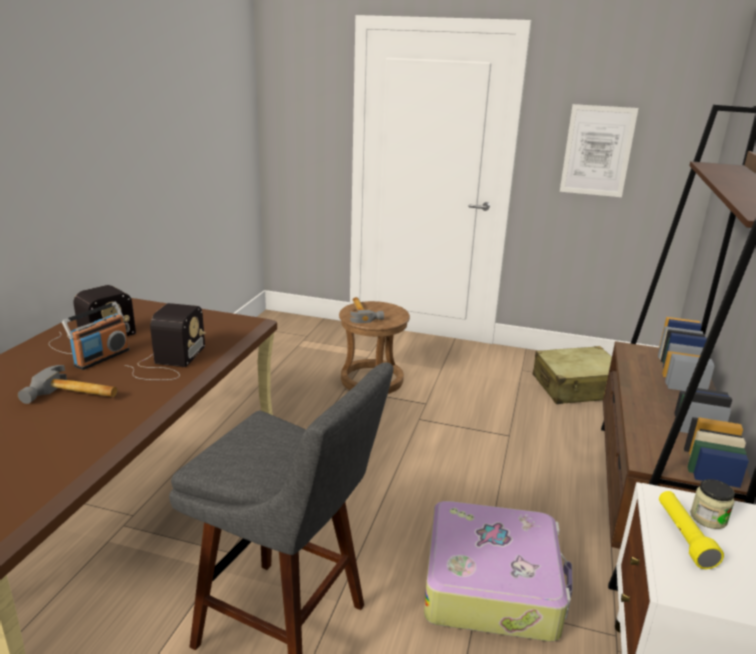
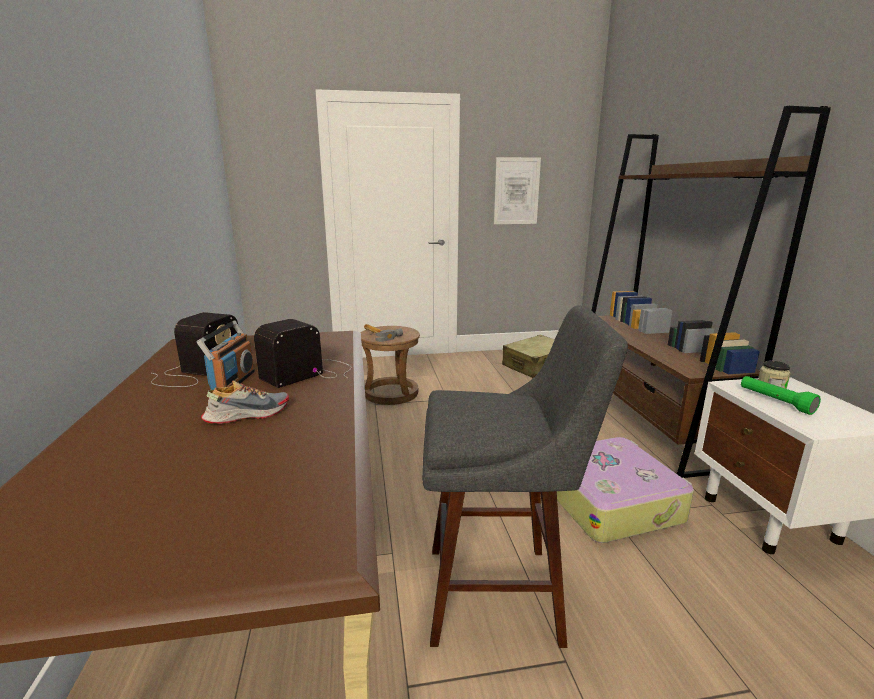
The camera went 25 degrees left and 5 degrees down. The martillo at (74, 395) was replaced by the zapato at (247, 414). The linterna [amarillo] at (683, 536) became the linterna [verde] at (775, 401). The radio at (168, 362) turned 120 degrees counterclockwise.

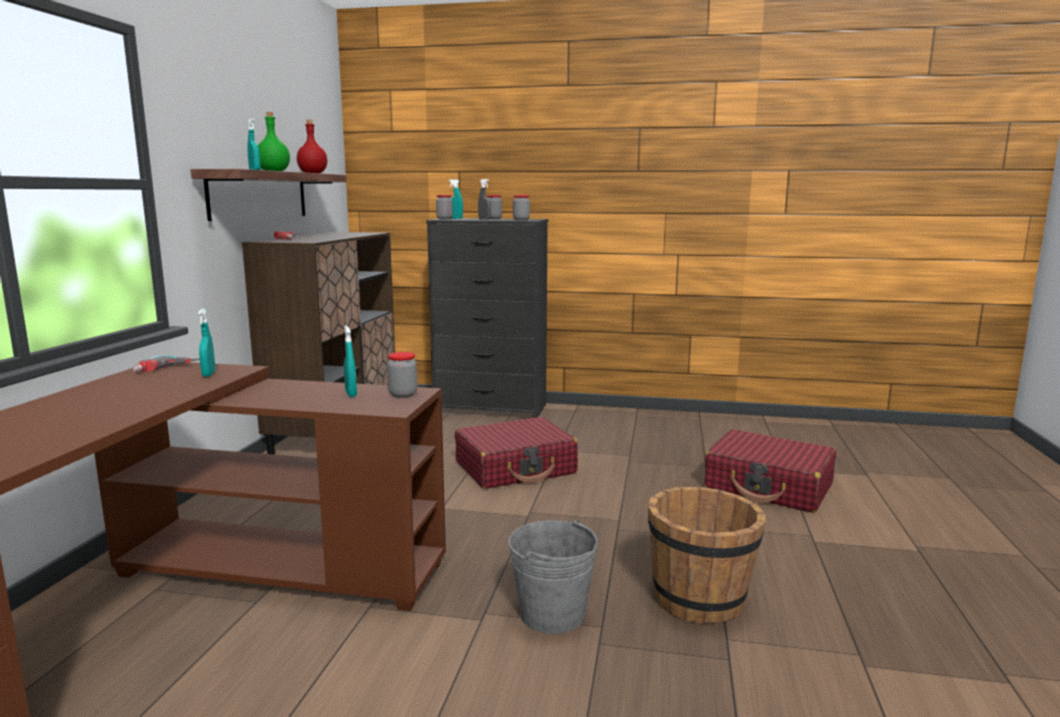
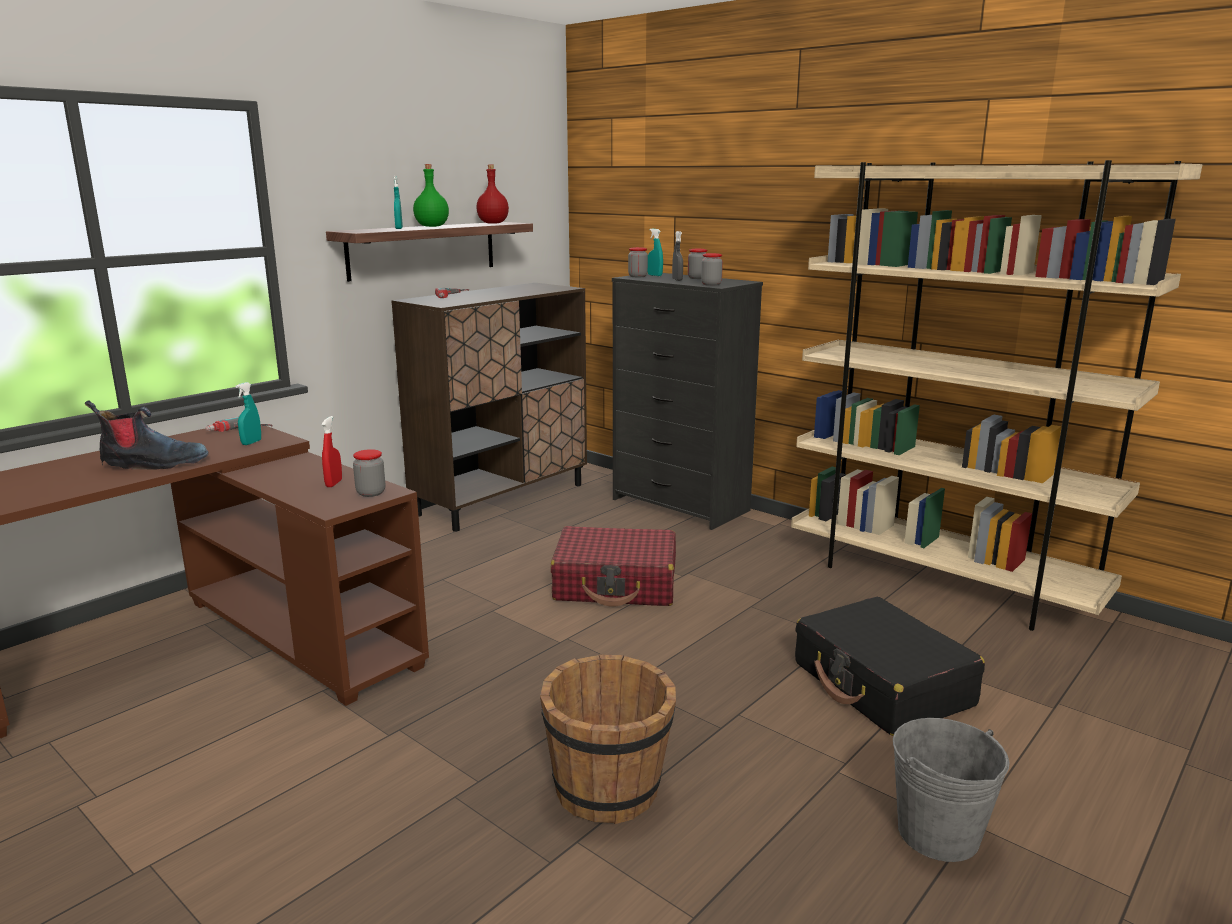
The camera went 30 degrees right and 5 degrees up. The bota at (153, 464) appeared. The estantería [beis] at (940, 582) appeared. The cubo [gris] moved from (552, 614) to (938, 833). The pulverizador [turquesa] at (351, 394) became the pulverizador [rojo] at (334, 483). The maleta [rojo] at (768, 486) became the maleta [negro] at (882, 685).

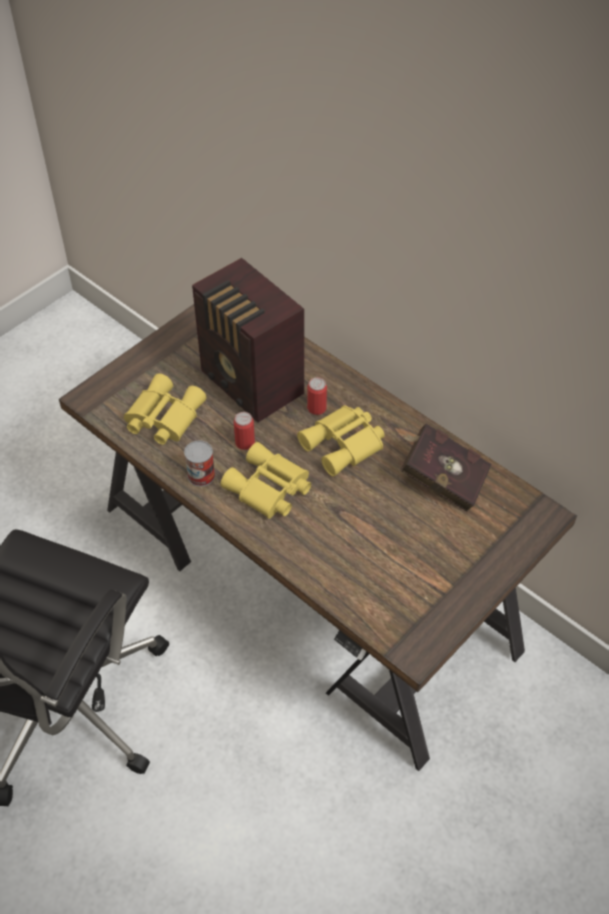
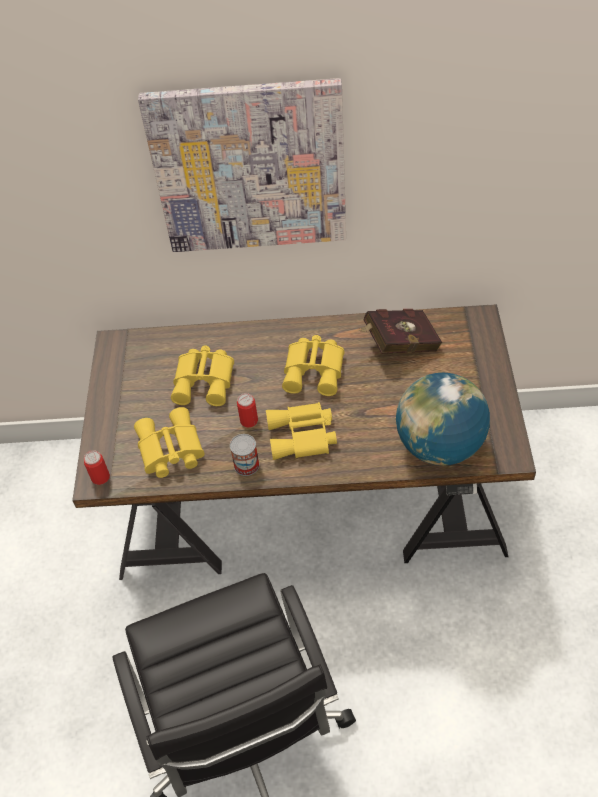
The camera went 40 degrees left and 0 degrees up. The cuadro at (250, 168) appeared. The globo terráqueo at (439, 446) appeared. The lata moved from (316, 408) to (100, 477). The radio at (252, 385) was replaced by the prismáticos [amarillo] at (205, 381).

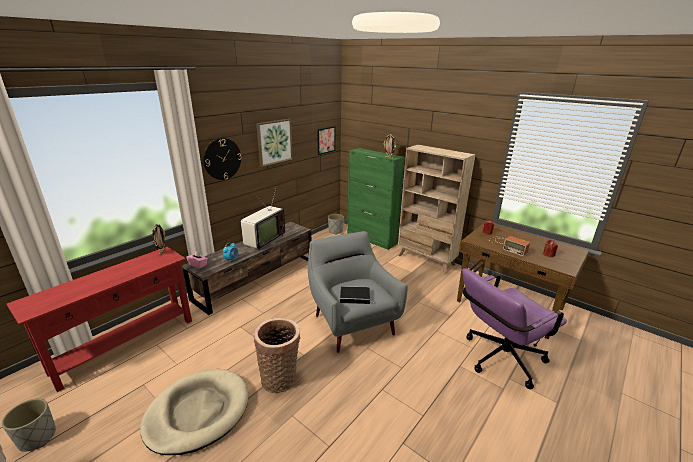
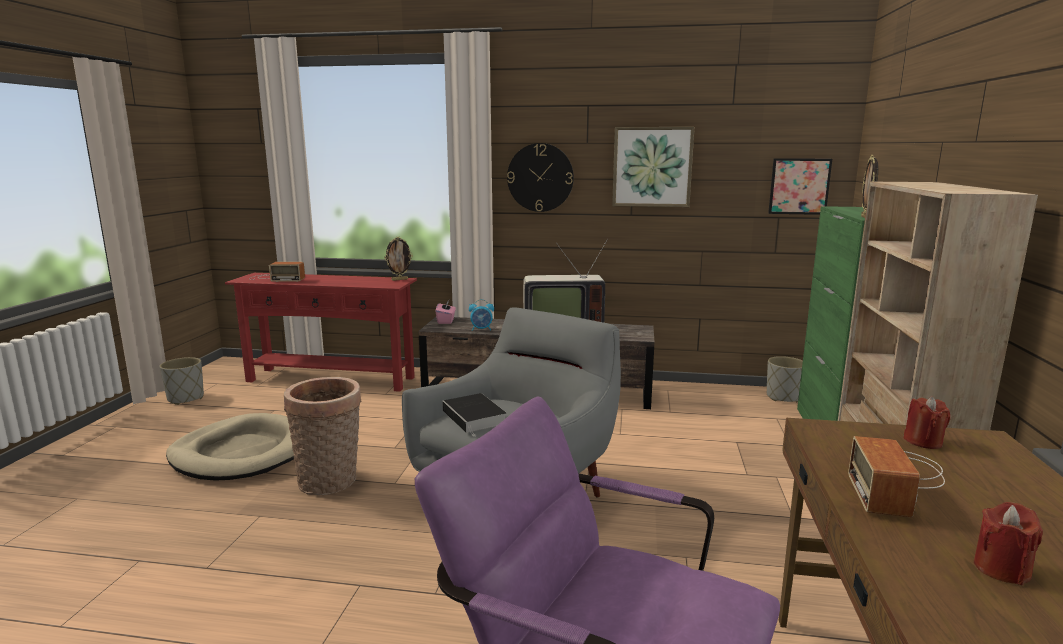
The camera went 60 degrees right and 10 degrees down. The radio at (276, 278) appeared.

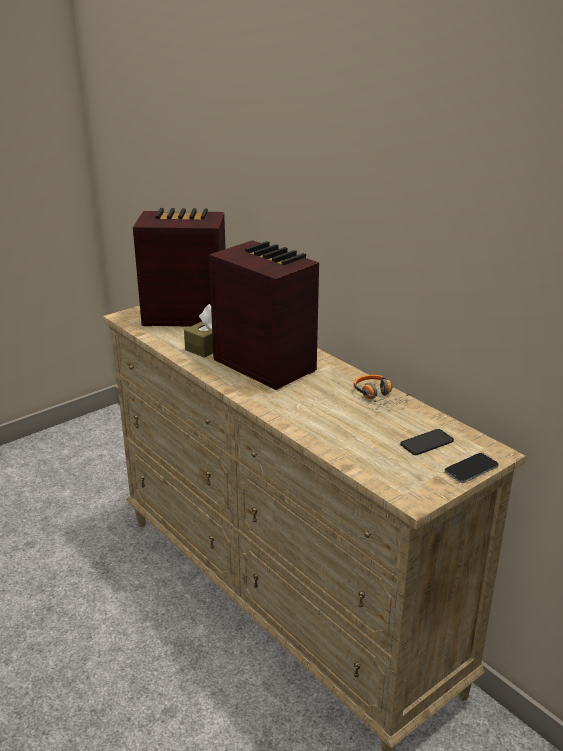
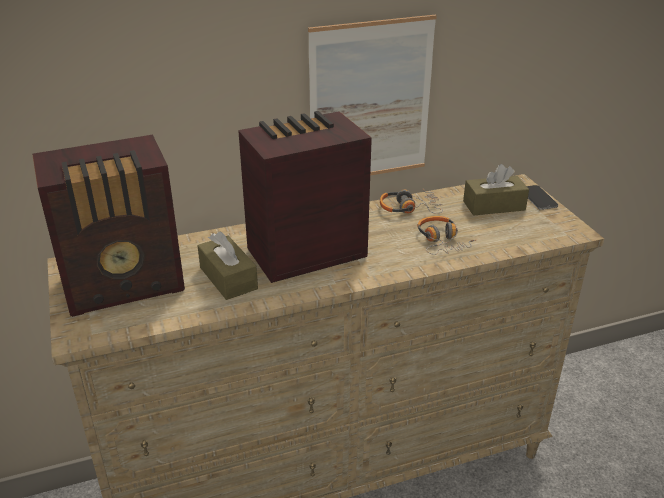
The camera went 70 degrees left and 5 degrees up. The cuadro at (370, 102) appeared. The auriculares at (442, 241) appeared. The móvil at (427, 442) was replaced by the caja de pañuelos [marrón] at (494, 205). The radio at (184, 316) turned 135 degrees counterclockwise.

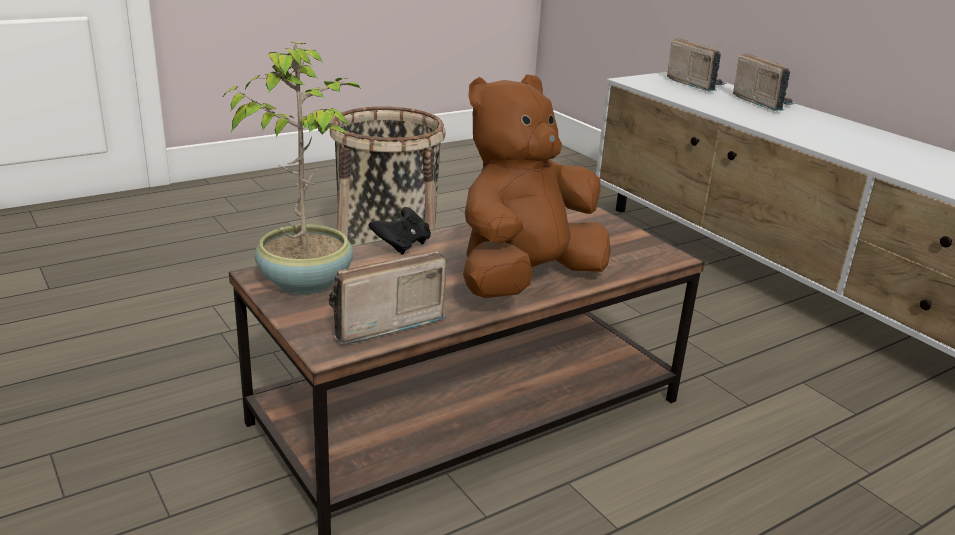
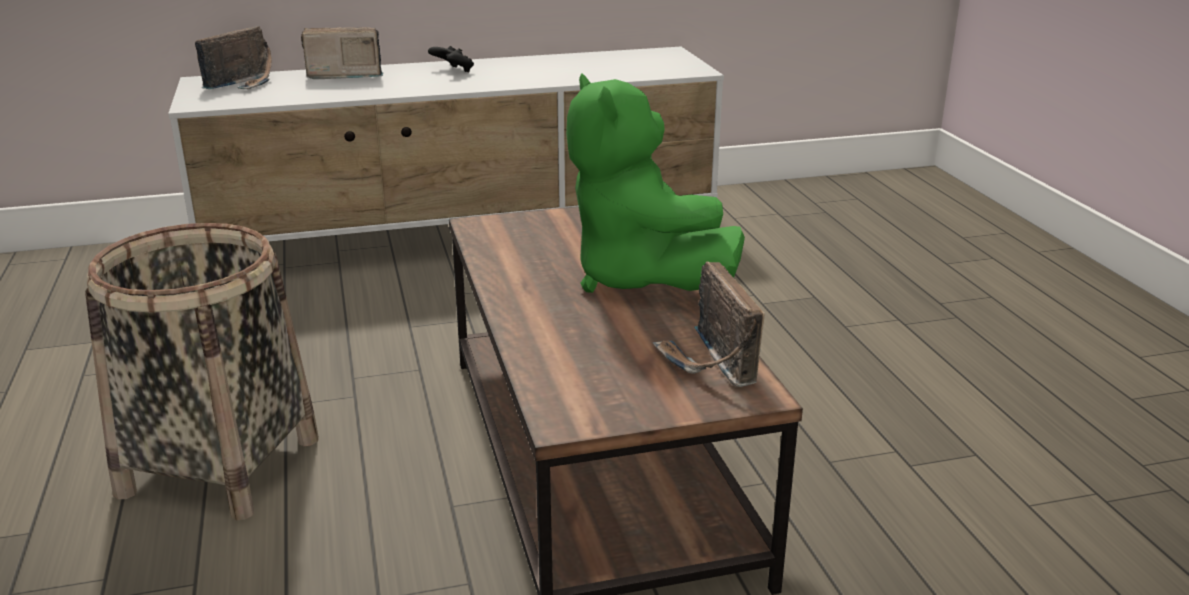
The camera went 70 degrees left and 0 degrees up. The planta en maceta at (306, 280) disappeared. The mando de consola [negro] moved from (402, 245) to (453, 71). The peluche [marrón] at (525, 281) became the peluche [verde] at (640, 279). The radio at (695, 84) turned 135 degrees clockwise.

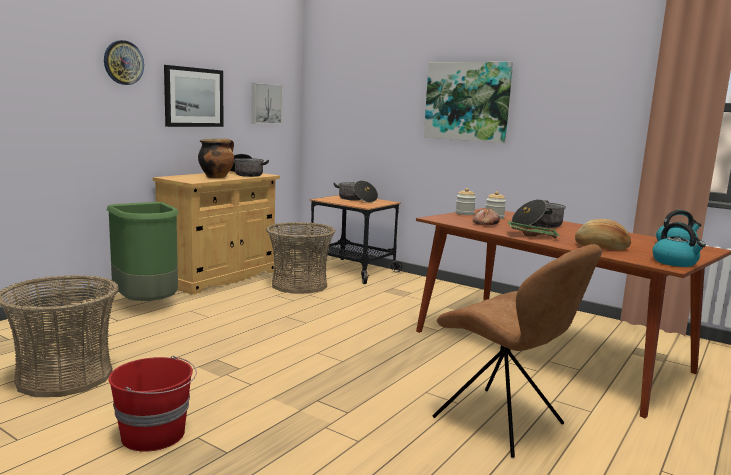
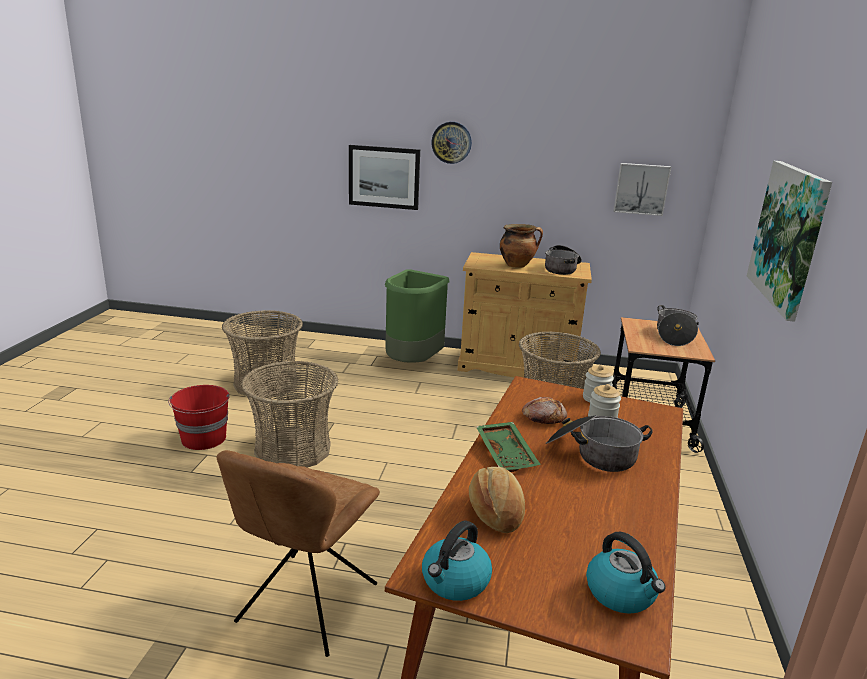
The camera went 65 degrees right and 10 degrees up. The cesta at (293, 449) appeared. The cuadro moved from (194, 97) to (384, 177).

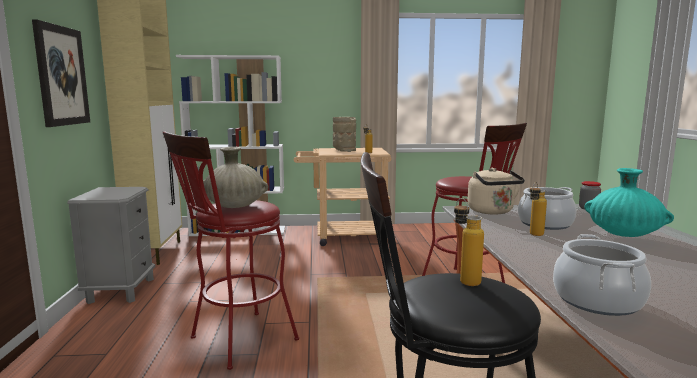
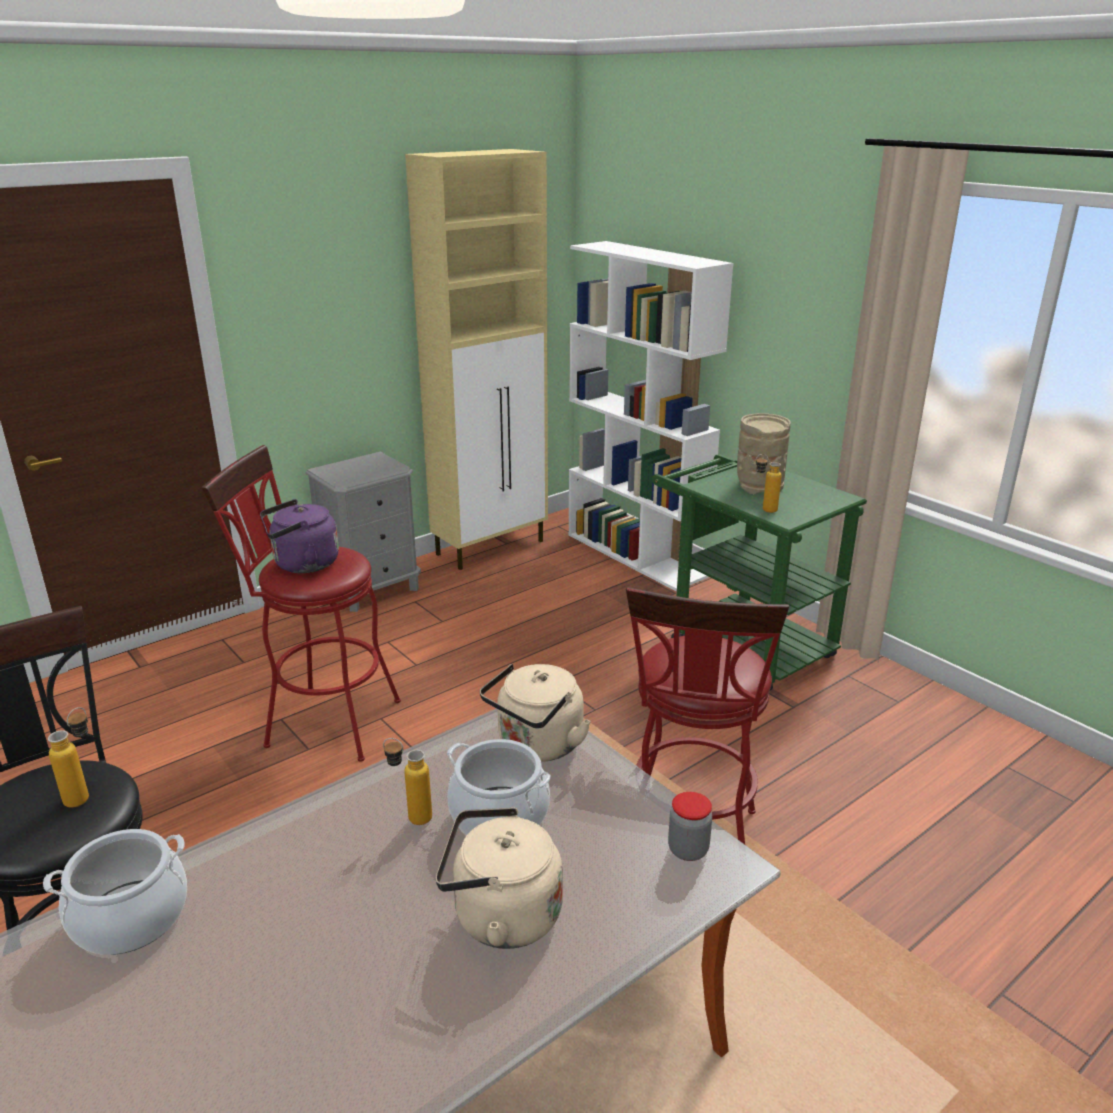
The camera went 55 degrees right and 15 degrees up. The cuadro at (61, 76) disappeared. The florero [beis] at (235, 206) was replaced by the hervidor [morado] at (302, 564). The florero [turquesa] at (623, 234) was replaced by the hervidor [beis] at (500, 916). The carrito [beis] at (343, 237) became the carrito [verde] at (740, 643).

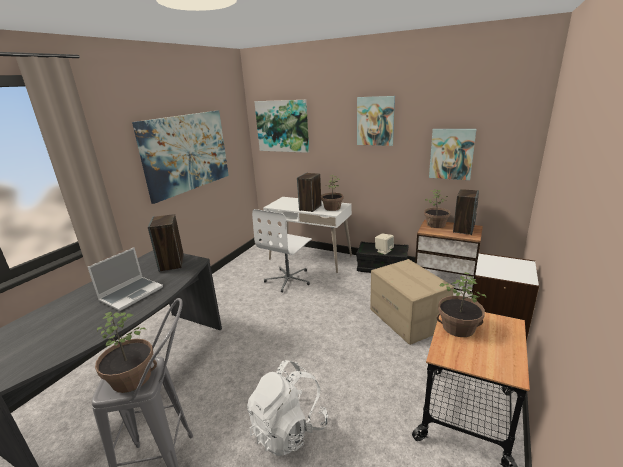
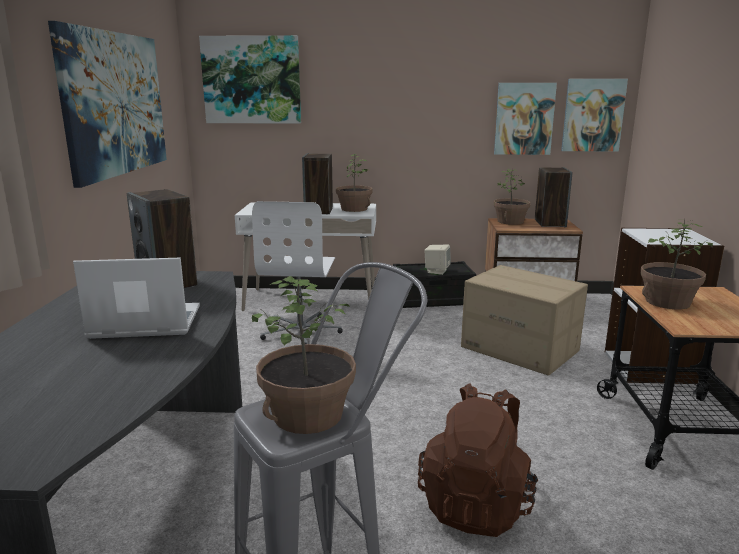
The camera went 25 degrees left and 5 degrees down. The cuadro moved from (375, 121) to (593, 115). The mochila [blanco] at (288, 429) became the mochila [marrón] at (477, 504). The portátil at (132, 293) turned 105 degrees counterclockwise.

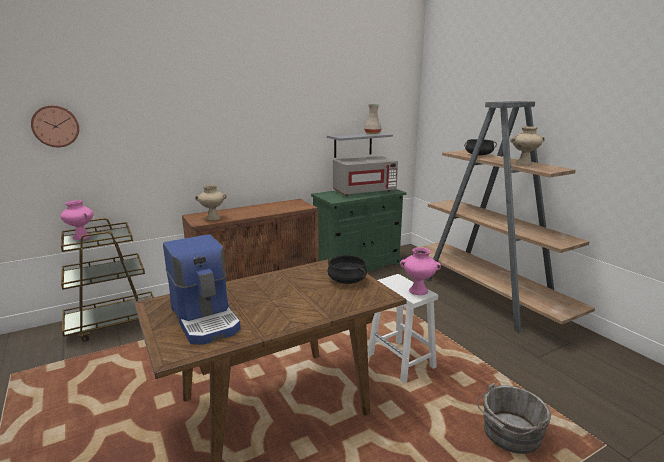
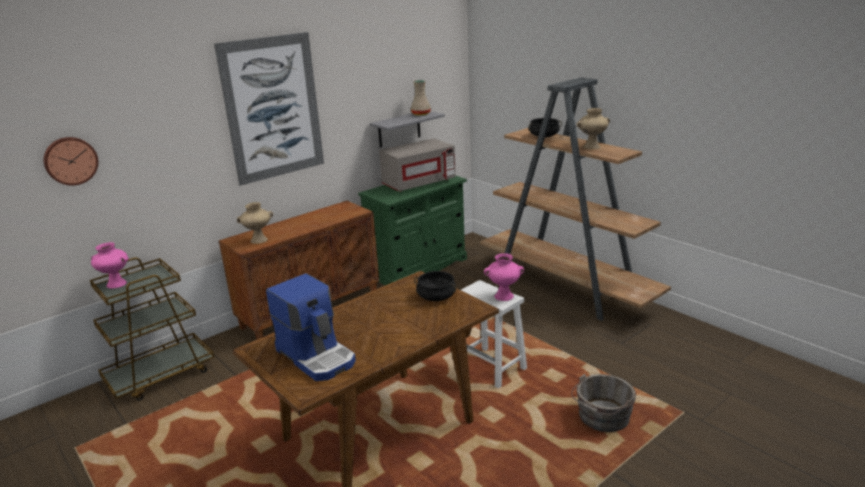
The camera went 10 degrees left and 5 degrees up. The cuadro at (273, 108) appeared.

